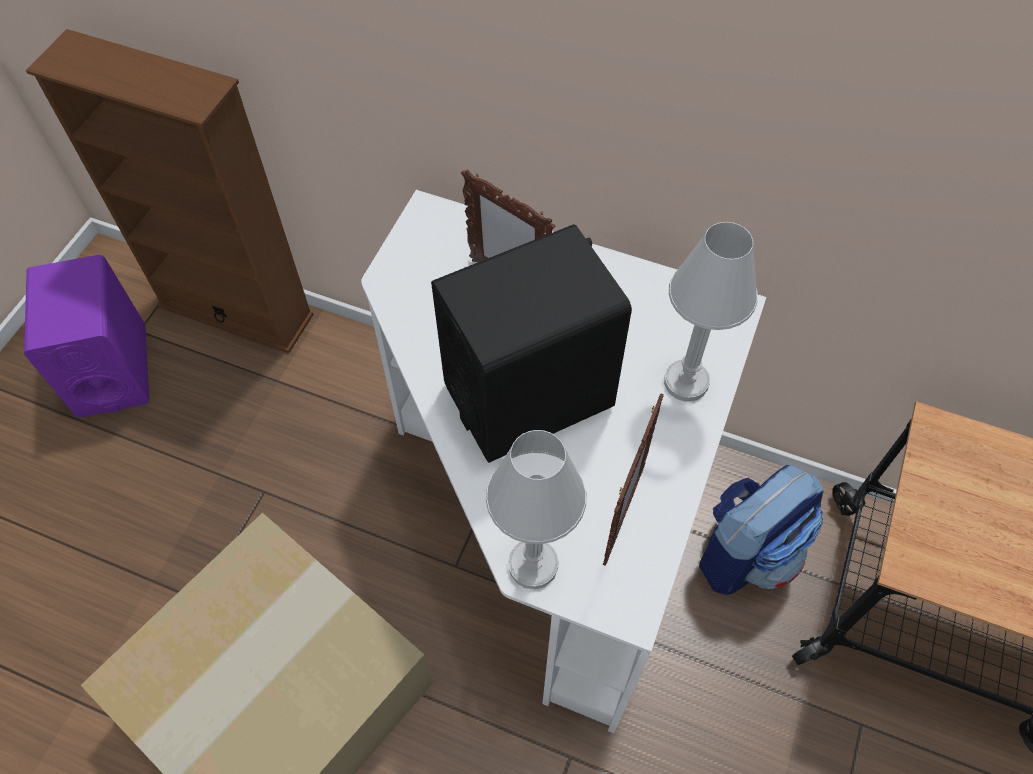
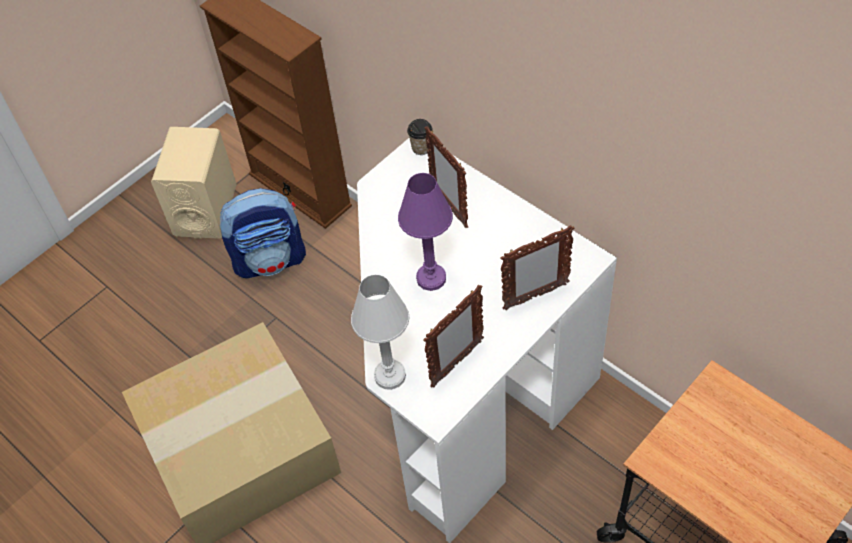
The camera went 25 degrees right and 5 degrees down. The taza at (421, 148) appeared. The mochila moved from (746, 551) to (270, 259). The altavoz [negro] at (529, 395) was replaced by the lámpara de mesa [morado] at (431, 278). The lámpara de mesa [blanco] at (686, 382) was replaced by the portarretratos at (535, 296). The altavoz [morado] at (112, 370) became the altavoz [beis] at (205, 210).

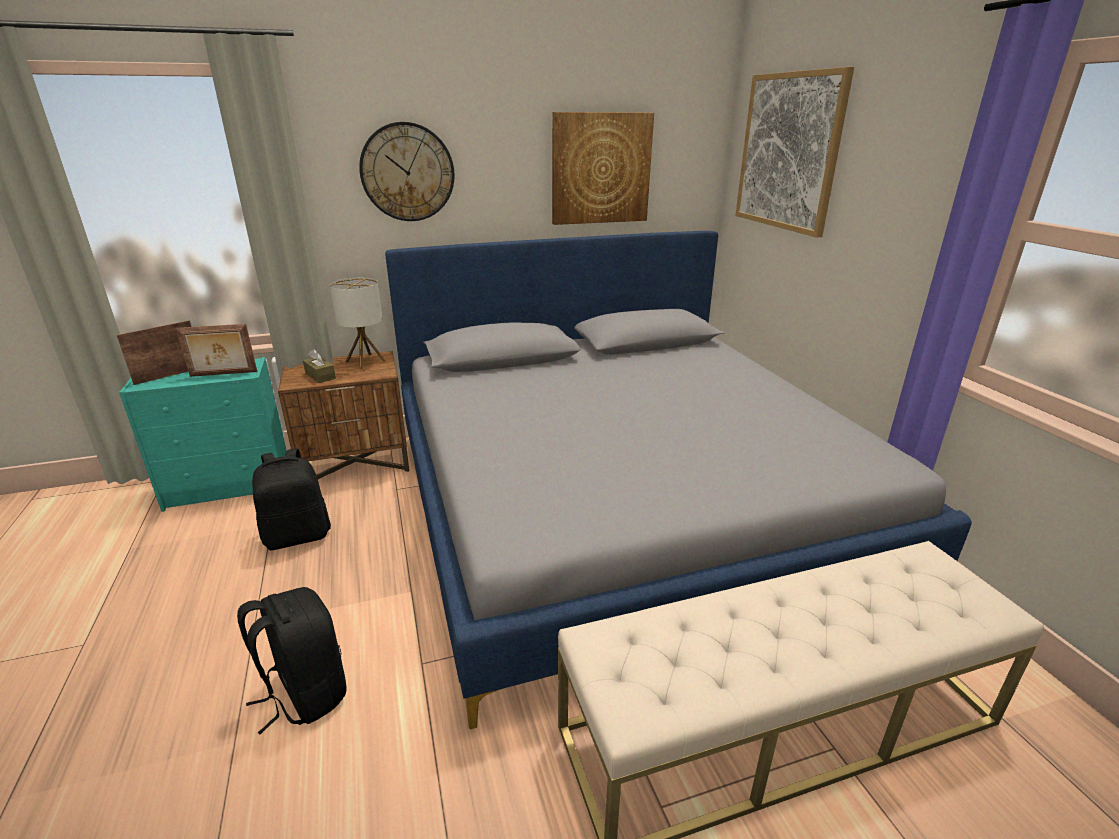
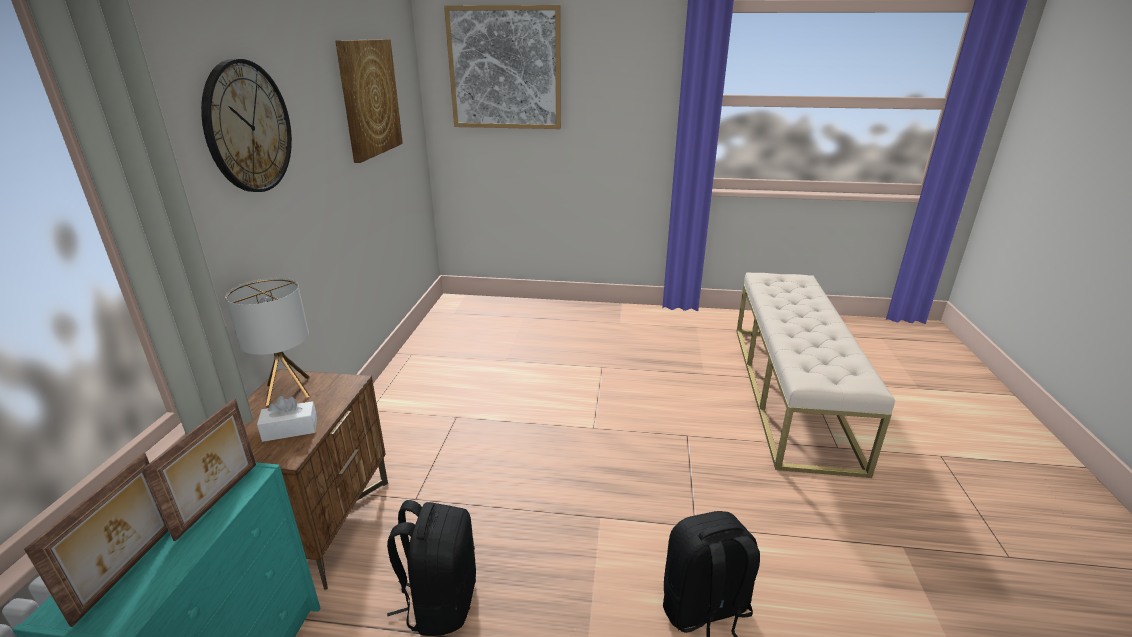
The camera went 65 degrees left and 0 degrees up. The cama [gris] at (621, 504) disappeared. The caja de pañuelos [marrón] at (320, 376) became the caja de pañuelos [blanco] at (290, 429). The portarretratos at (169, 375) turned 150 degrees counterclockwise.

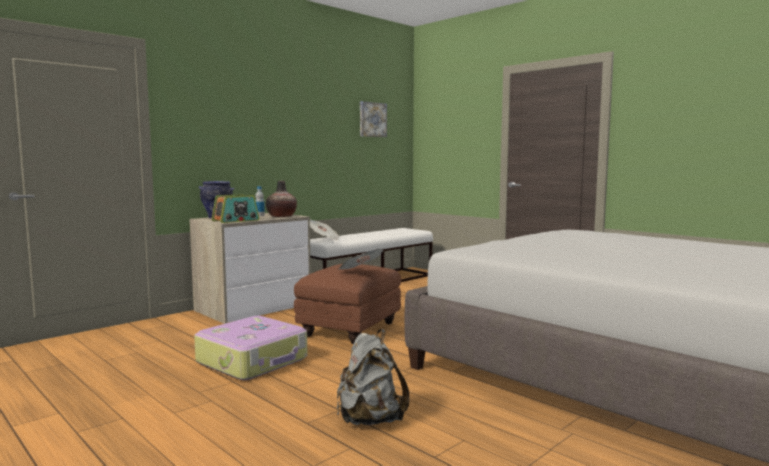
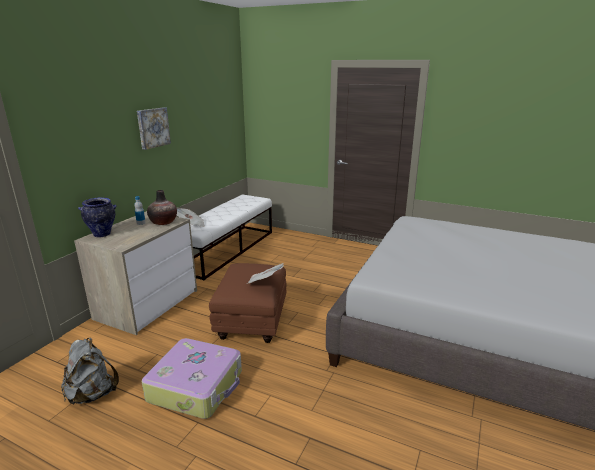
The camera went 20 degrees left and 15 degrees up. The radio at (236, 220) disappeared. The mochila [gris] moved from (370, 420) to (92, 394). The cuadro moved from (372, 119) to (152, 127).

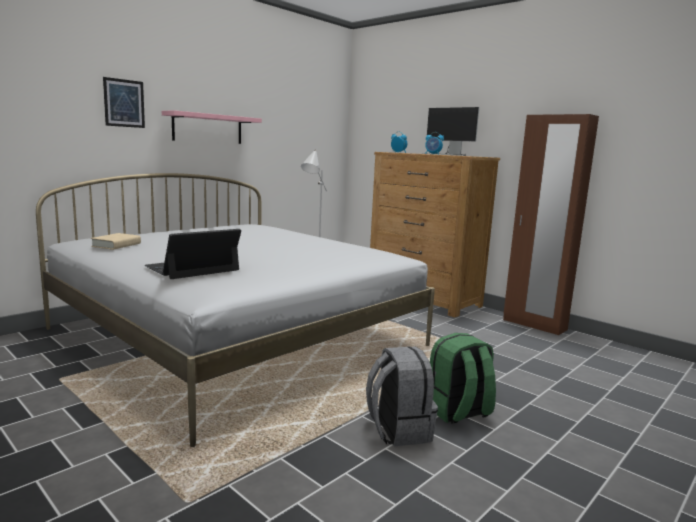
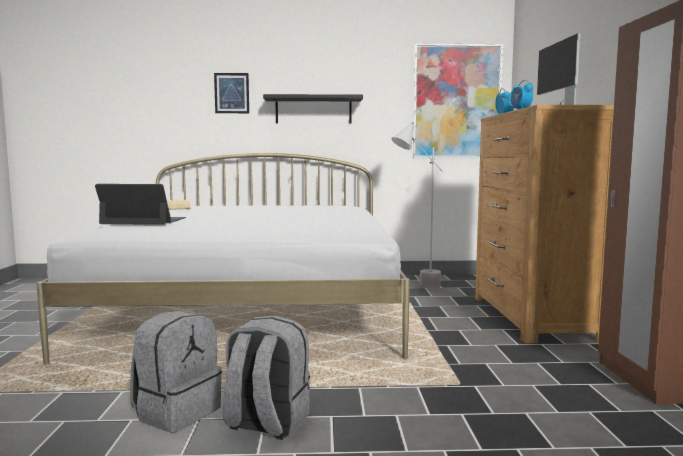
The camera went 45 degrees right and 5 degrees down. The cuadro at (457, 102) appeared. The estante [rosa] at (208, 128) became the estante [negro] at (313, 110). The mochila [verde] at (458, 412) became the mochila [gris] at (266, 423).

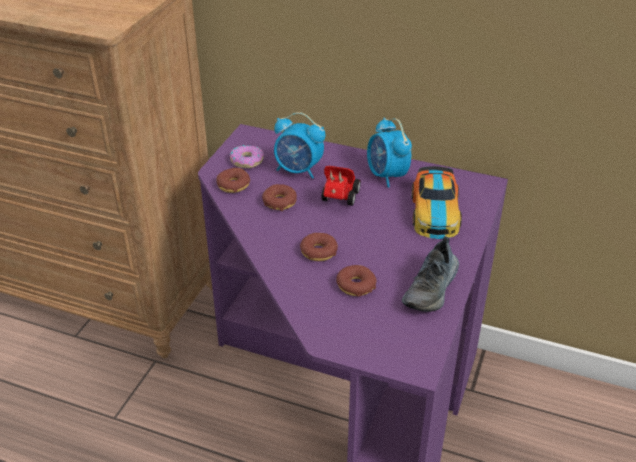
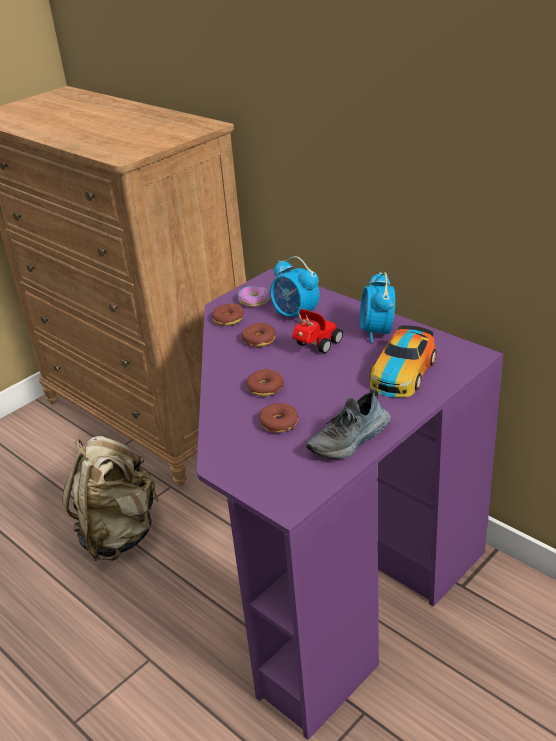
The camera went 25 degrees right and 5 degrees down. The mochila [beis] at (119, 533) appeared.

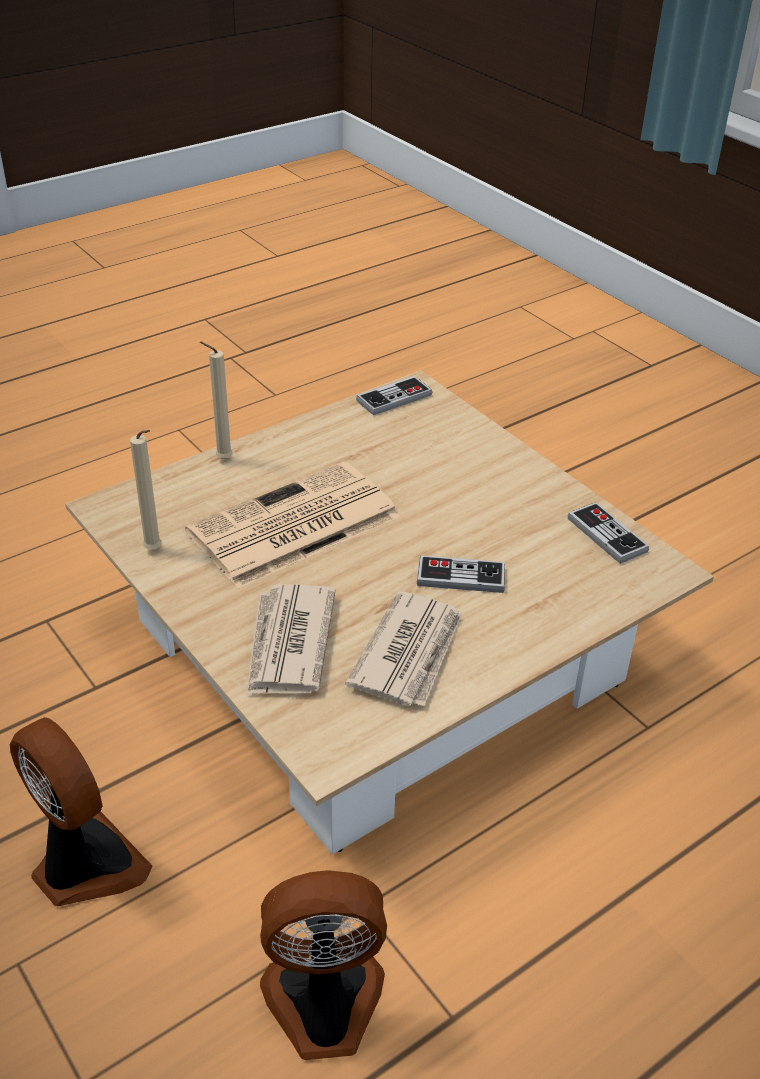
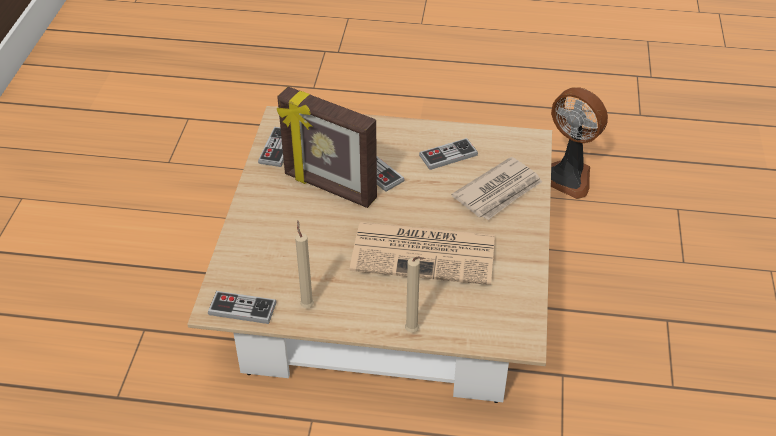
The camera went 135 degrees left and 5 degrees up. The ventilador at (84, 865) disappeared. The portarretratos at (329, 188) appeared. The vela [beis] moved from (155, 551) to (307, 304). The periódico at (410, 653) was replaced by the mando de consola at (448, 155).

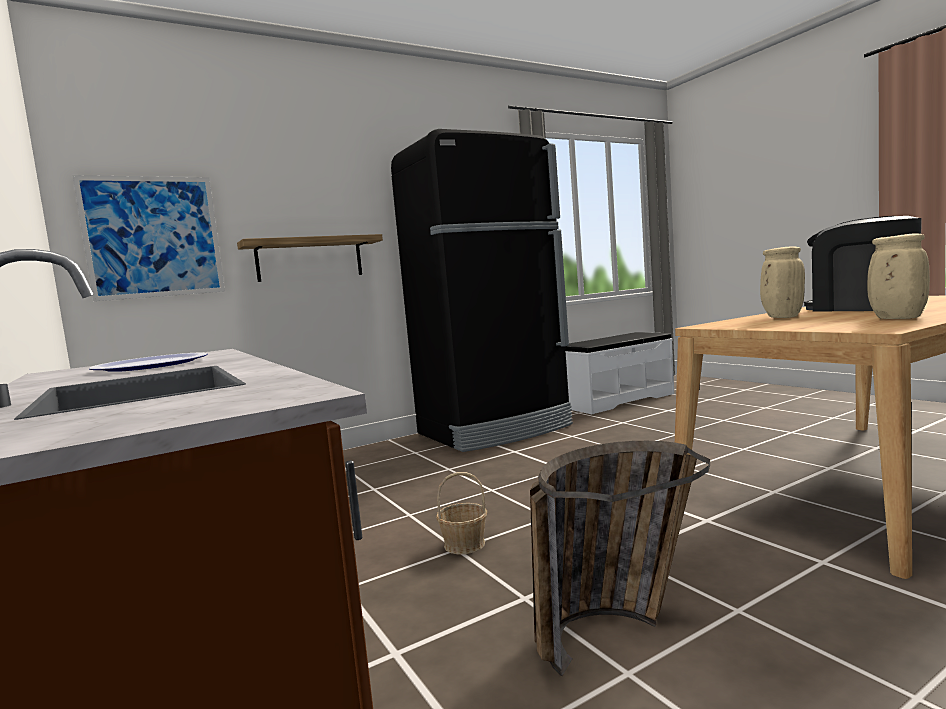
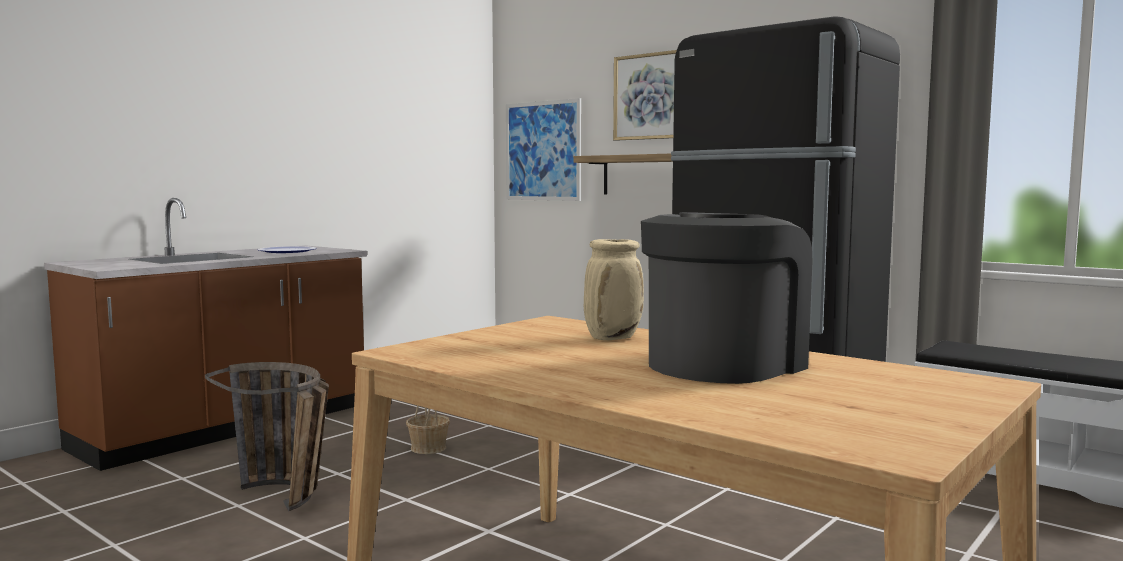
The camera went 70 degrees right and 0 degrees up. The florero [beis] at (896, 318) disappeared. The cuadro at (650, 96) appeared.

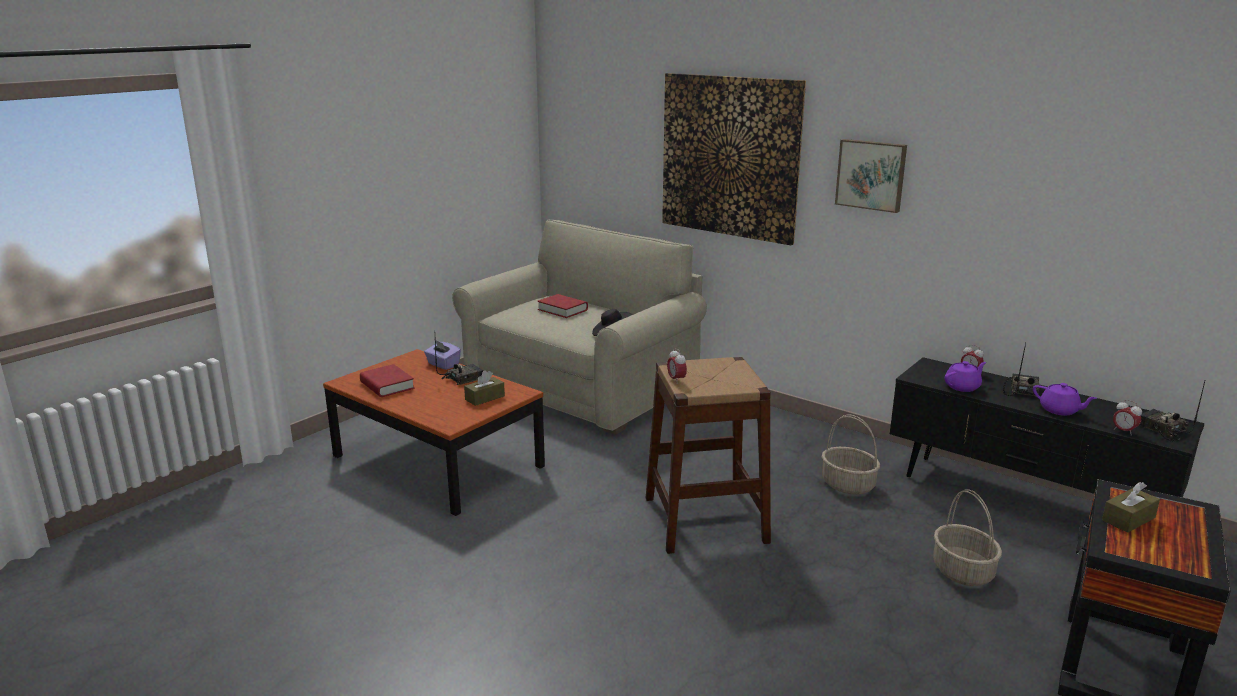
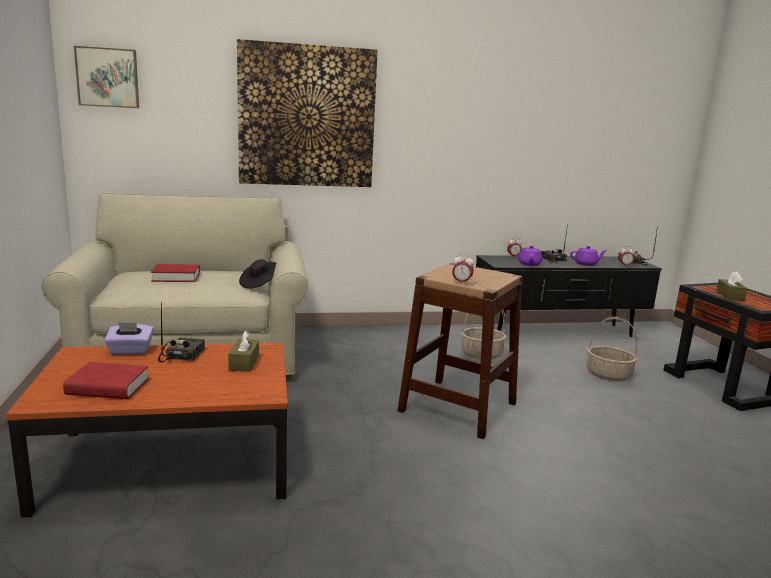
The camera went 50 degrees left and 5 degrees down. The cuadro moved from (871, 175) to (108, 77).

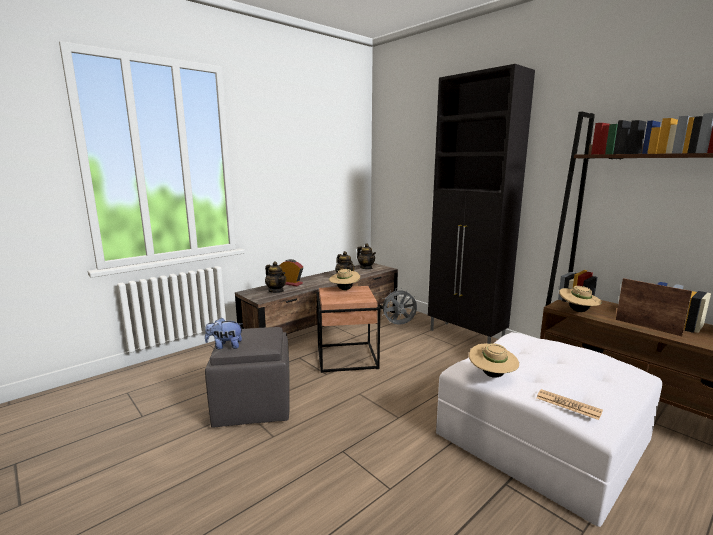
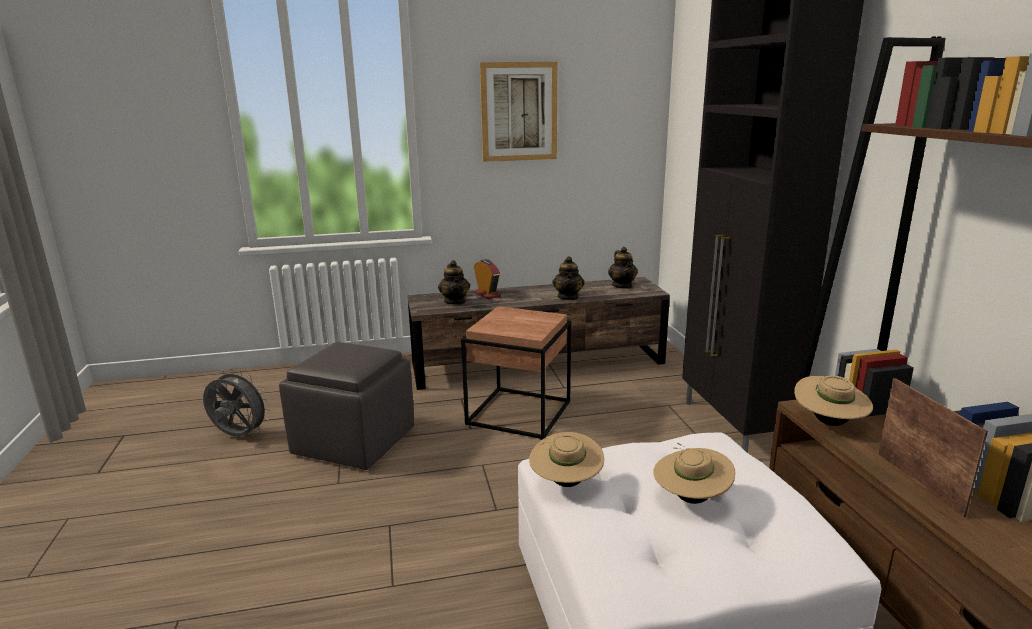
The camera went 30 degrees right and 5 degrees up. The peluche at (225, 346) disappeared. The periódico at (568, 405) disappeared. The cuadro at (519, 112) appeared. The sombrero [beis] moved from (344, 289) to (691, 498). The ventilador [gris] moved from (399, 325) to (238, 436).

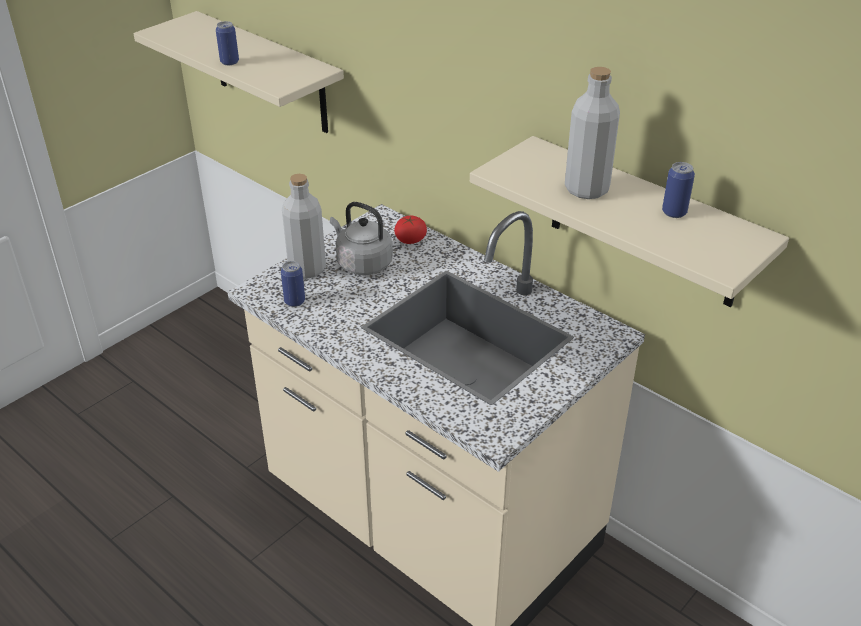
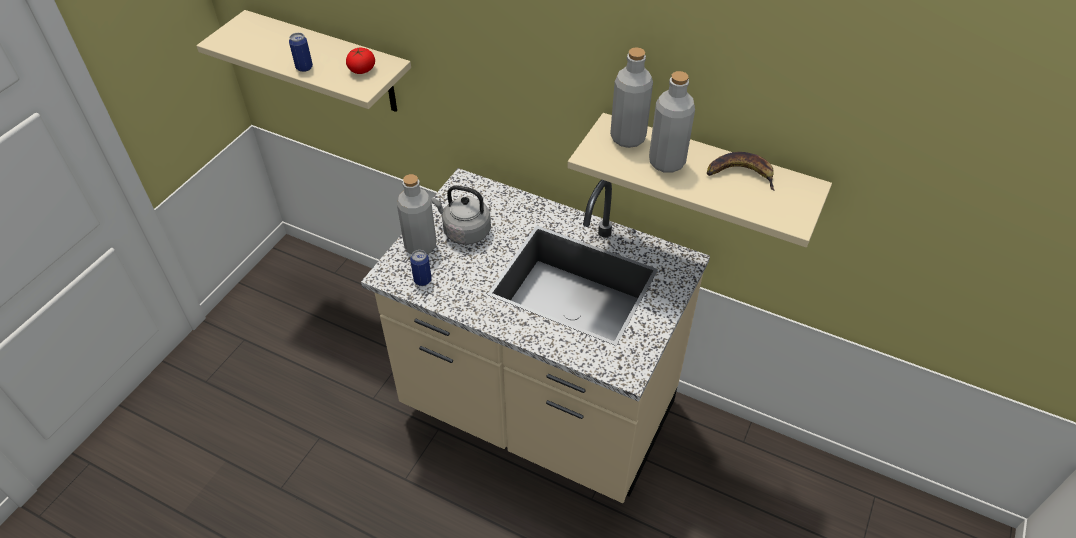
The camera went 15 degrees left and 10 degrees up. The botella [gris] at (628, 138) appeared. The tomate moved from (410, 239) to (362, 69). The lata at (674, 212) was replaced by the plátano at (741, 174).

